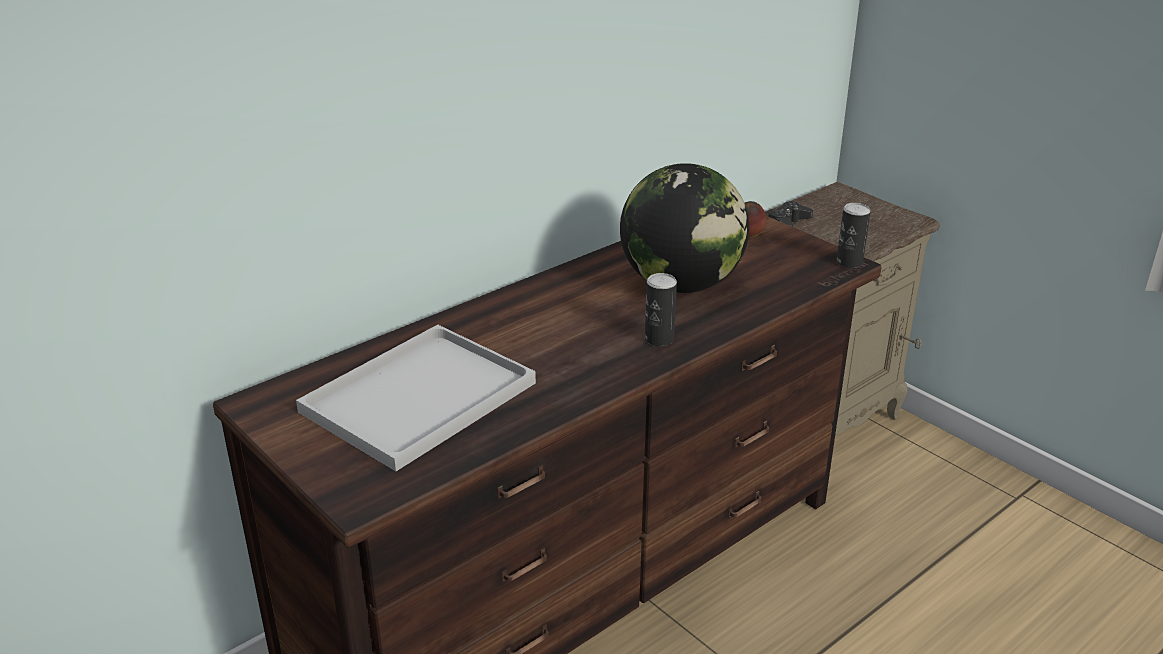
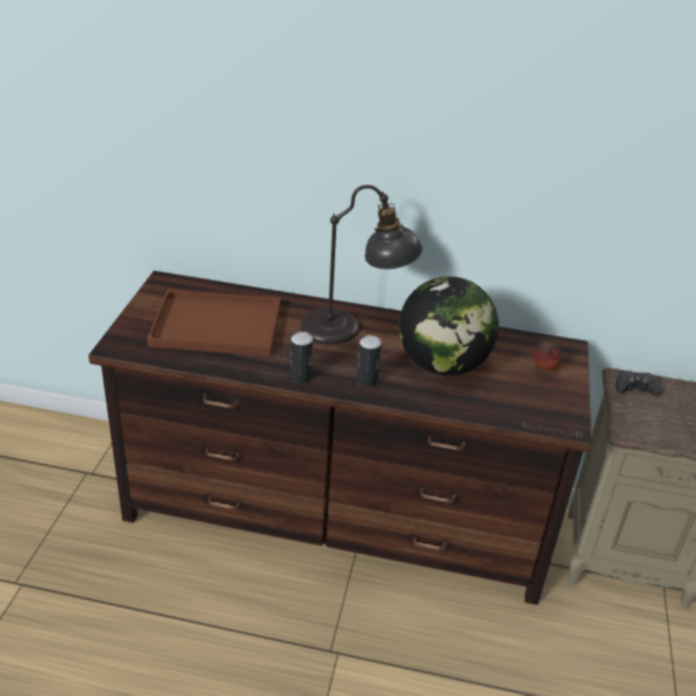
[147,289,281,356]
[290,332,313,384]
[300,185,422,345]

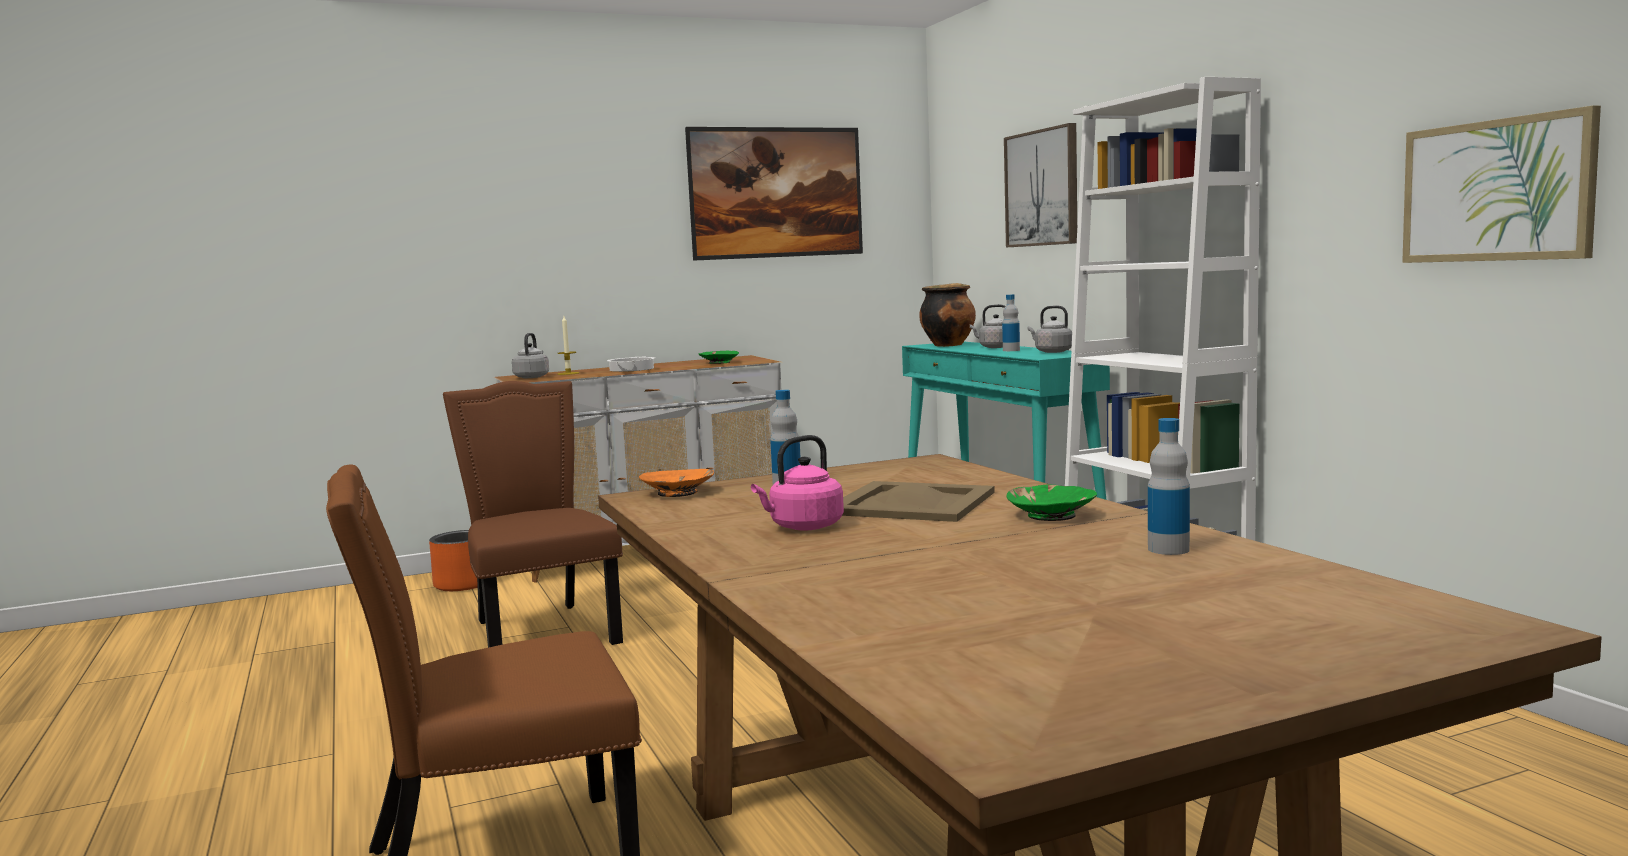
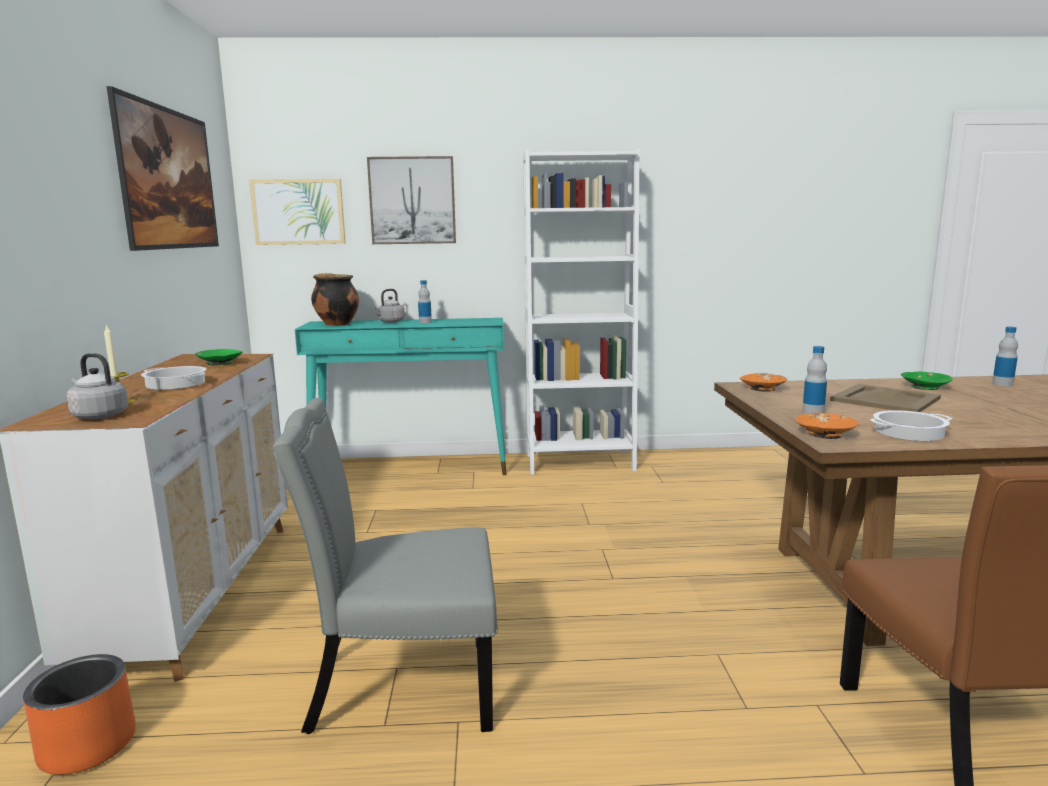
[273,398,498,734]
[751,435,844,530] (first image)
[1028,305,1072,353] (first image)
[249,179,346,245]
[740,373,787,392]
[870,410,952,441]

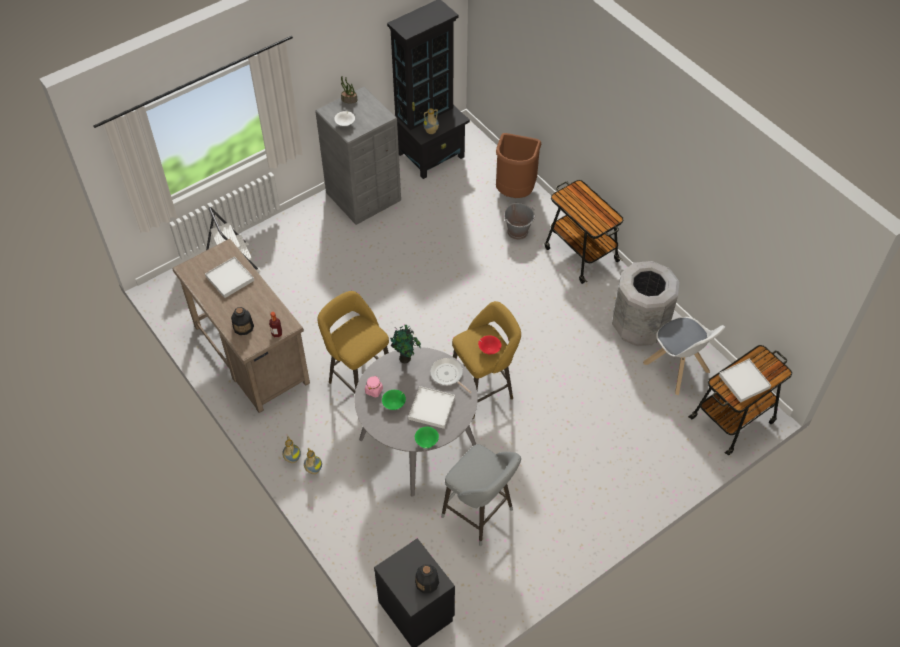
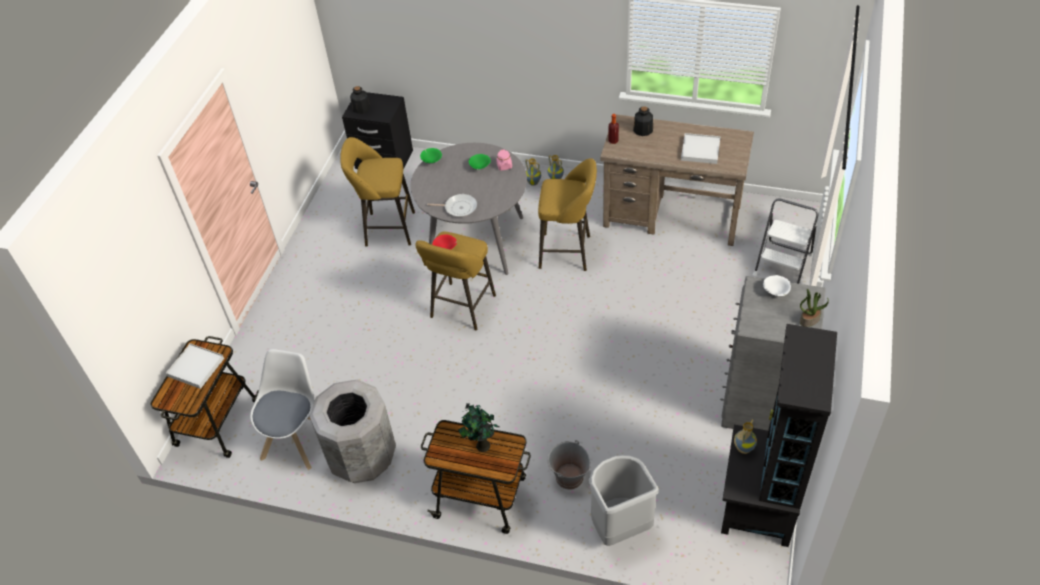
[458,403,499,452]
[408,386,455,429] (first image)
[340,137,415,247]
[589,455,659,546]
[250,349,314,470]

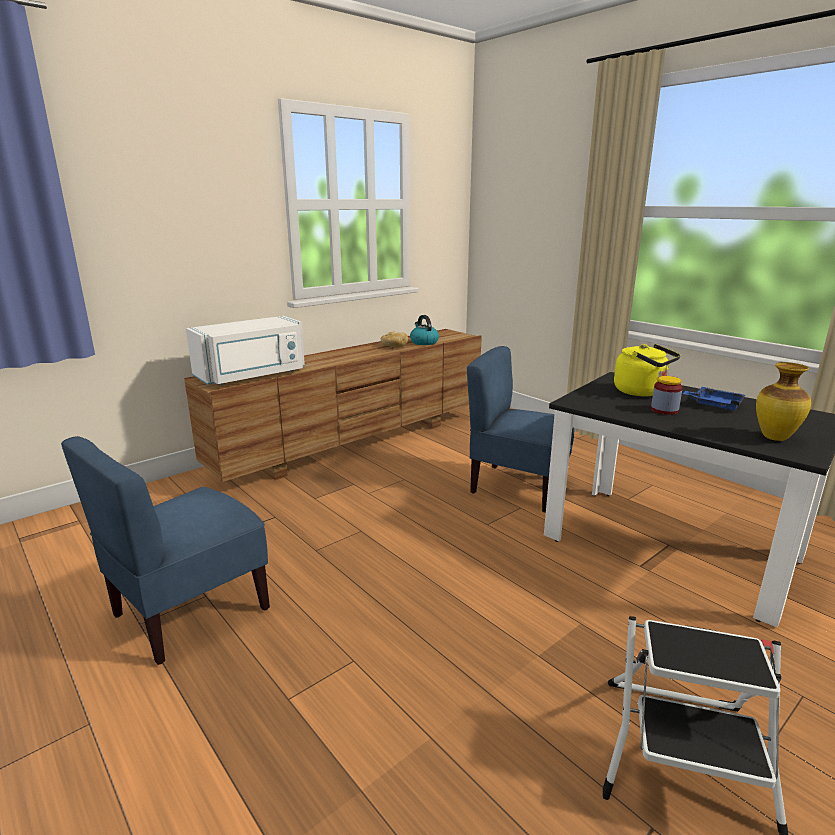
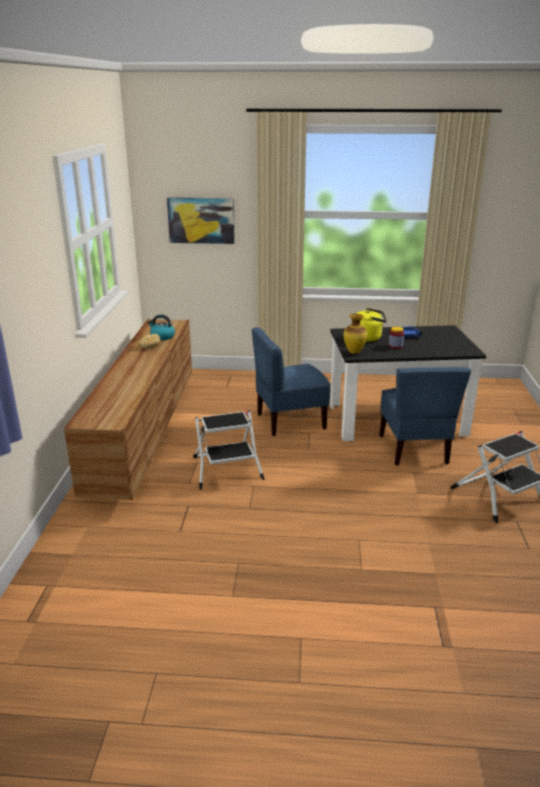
[379,367,471,466]
[186,316,305,385] (first image)
[344,314,367,354]
[167,197,235,244]
[193,410,265,490]

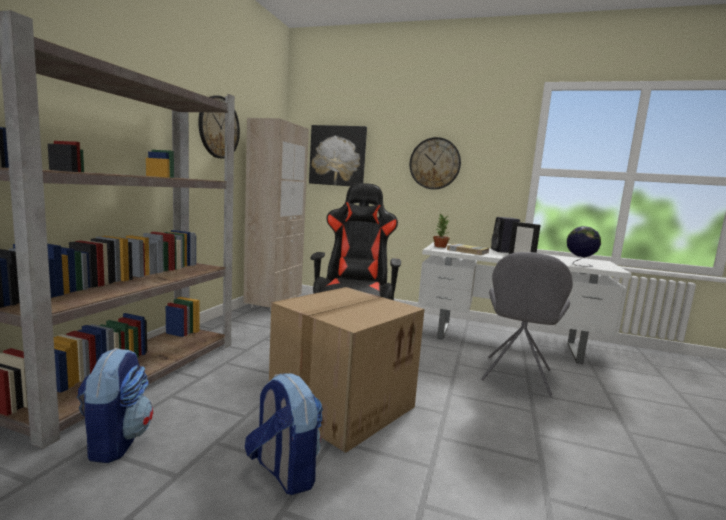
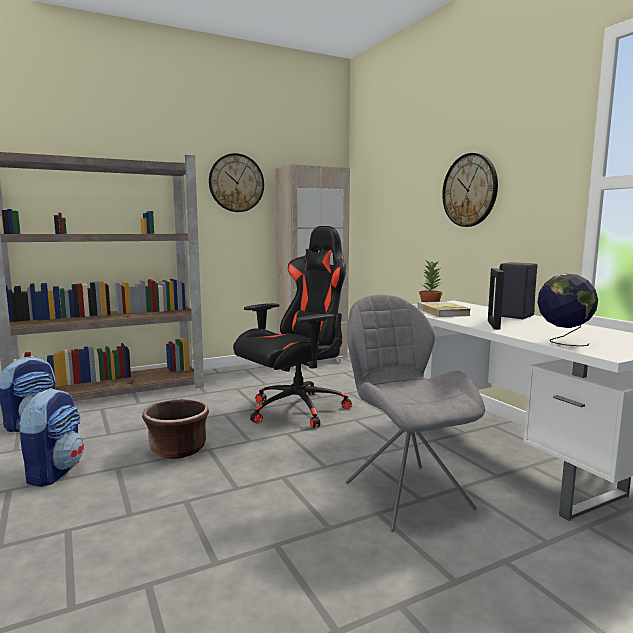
[142,400,209,459]
[309,125,367,186] (first image)
[346,295,485,532]

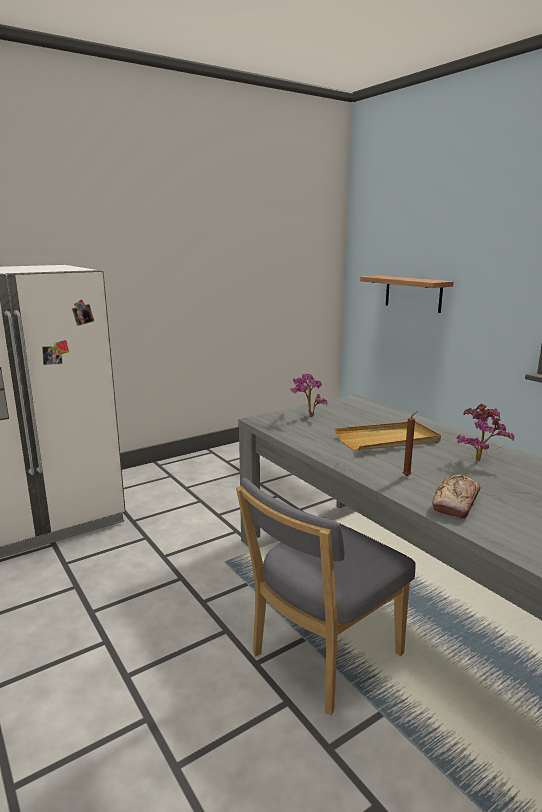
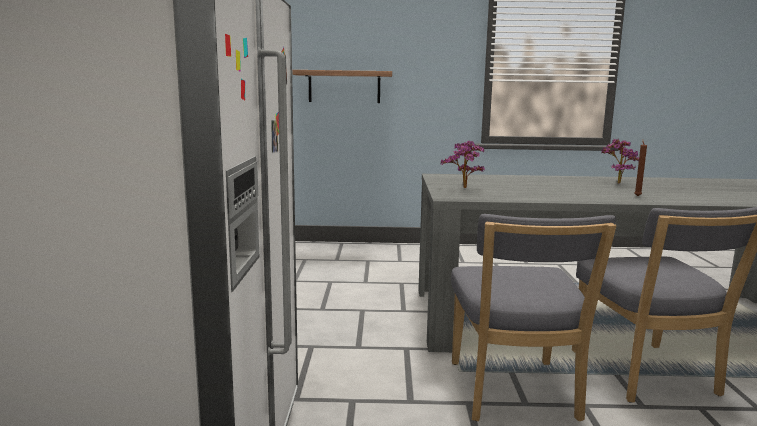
[335,421,441,451] (first image)
[432,475,481,518] (first image)
[451,214,616,421]

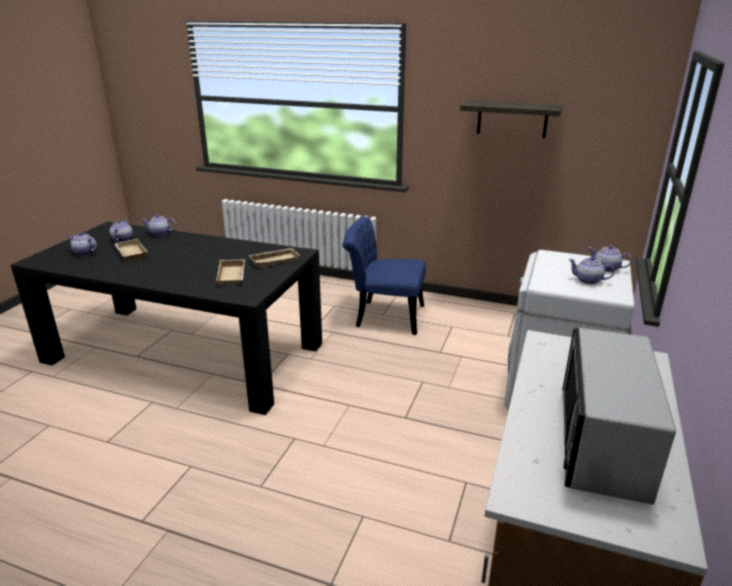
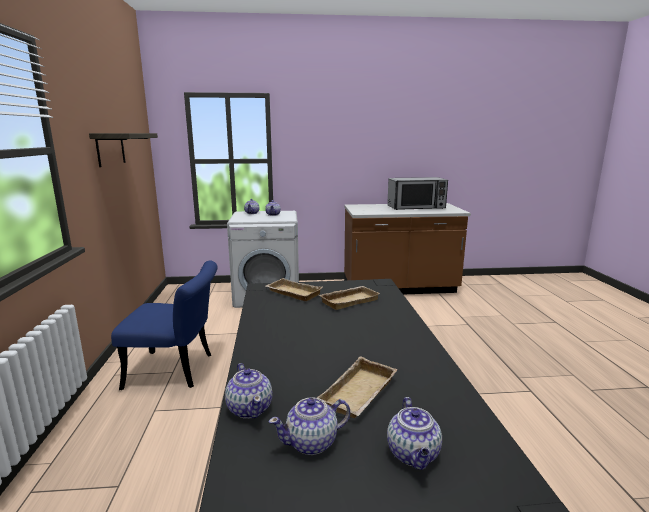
[111,260,218,390]

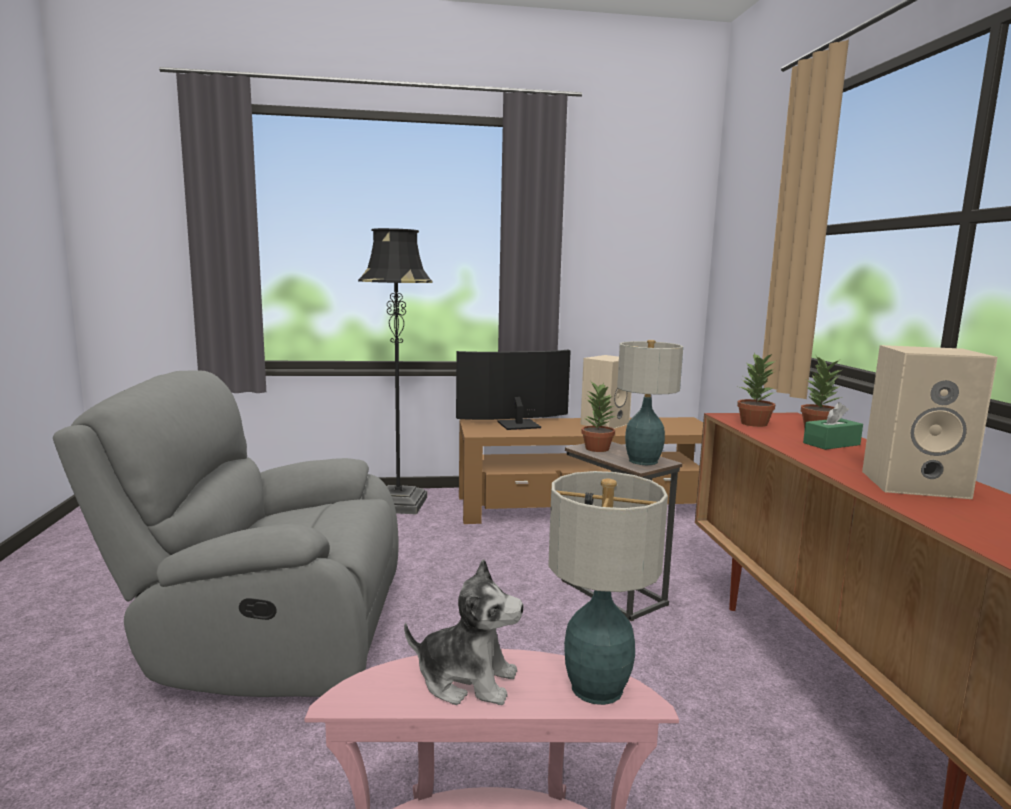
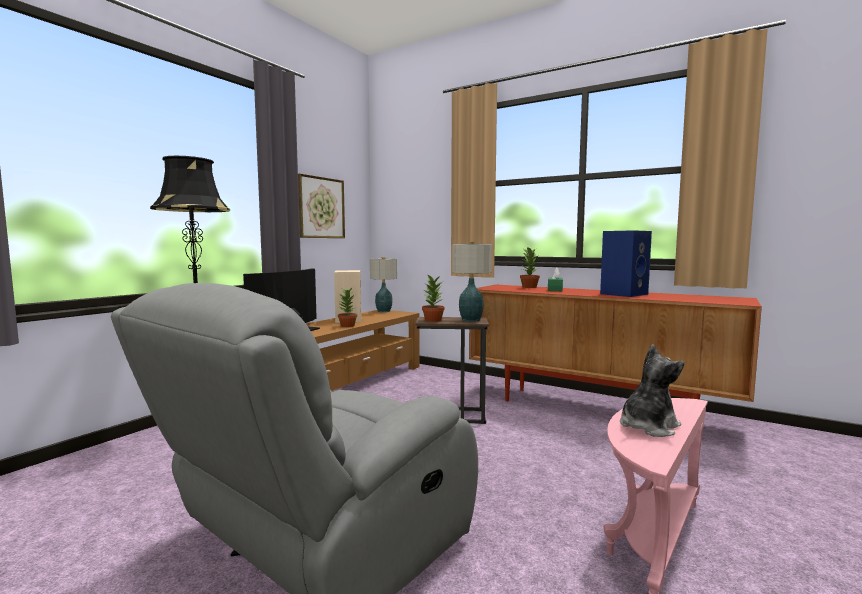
[370,257,397,312]
[338,288,357,327]
[600,230,652,297]
[298,174,345,238]

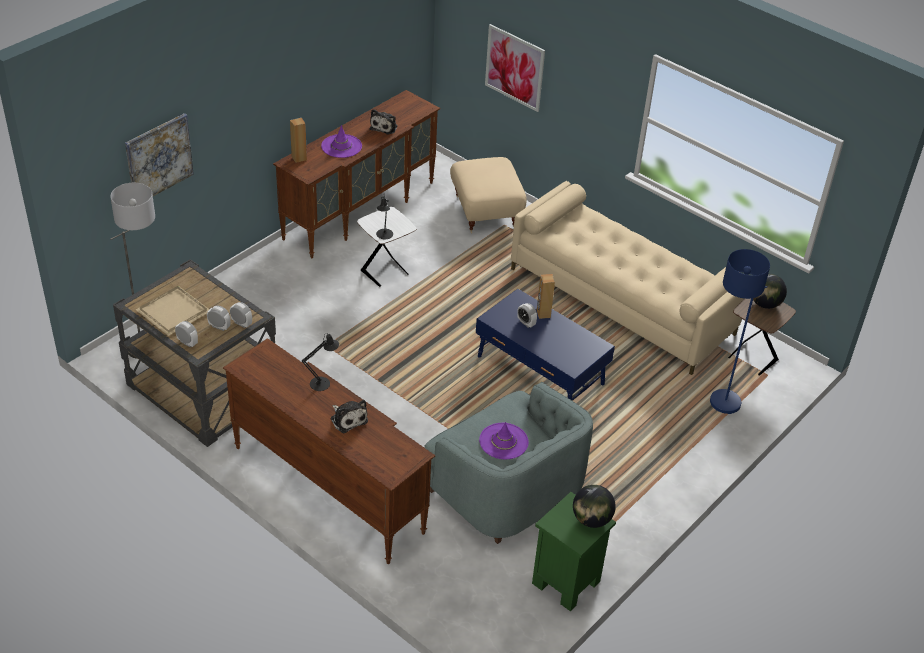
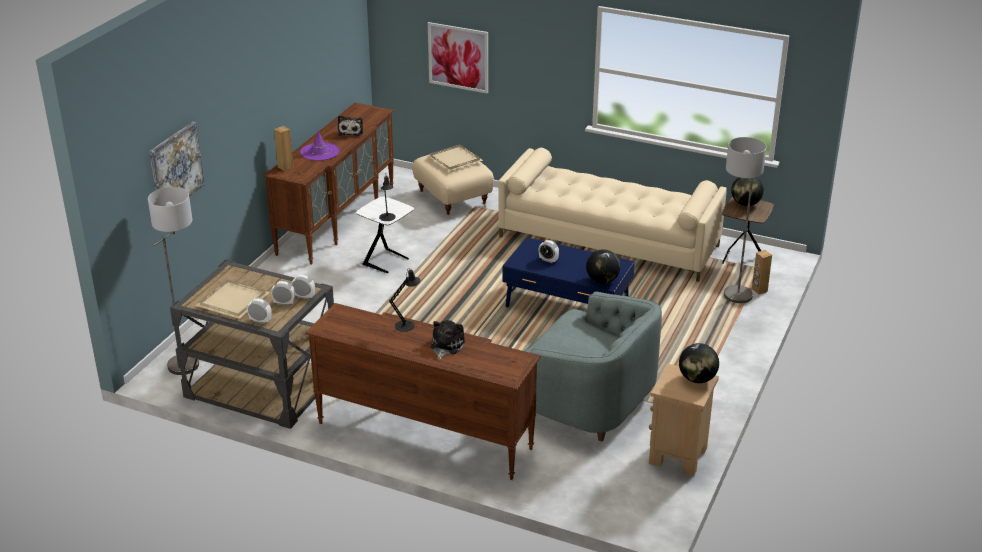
[430,320,465,360]
[479,422,529,459] (first image)
[649,363,719,476]
[752,250,772,294]
[724,137,766,303]
[427,144,483,171]
[586,249,620,284]

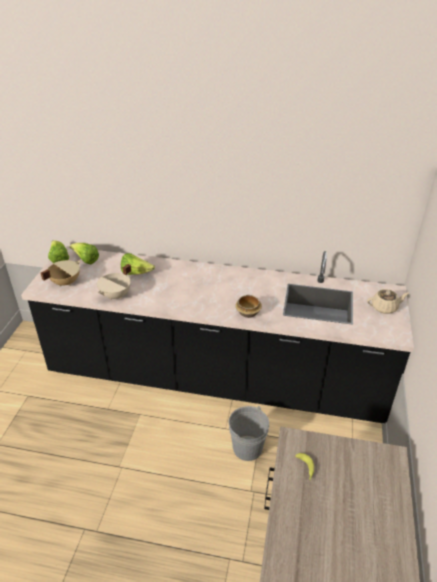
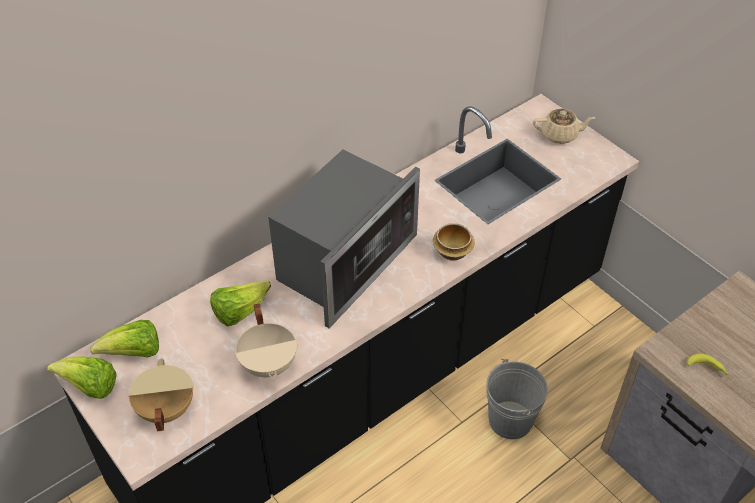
[533,108,595,144]
[268,150,420,329]

